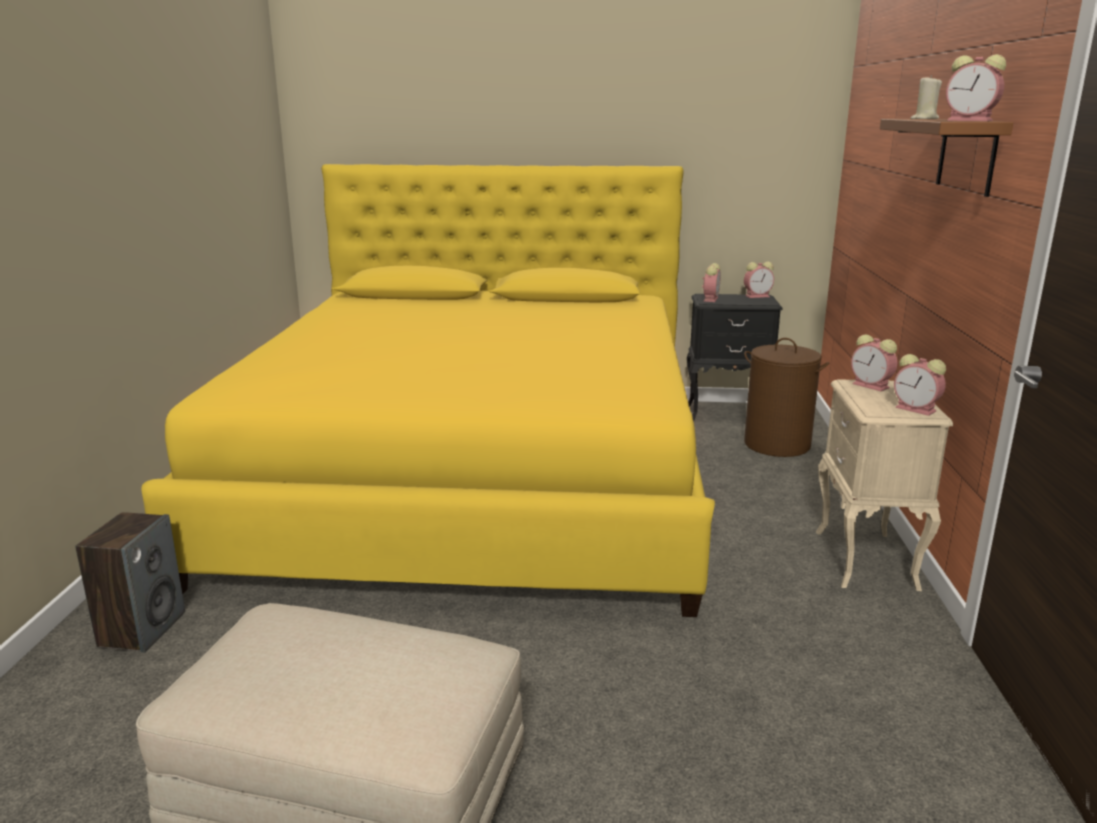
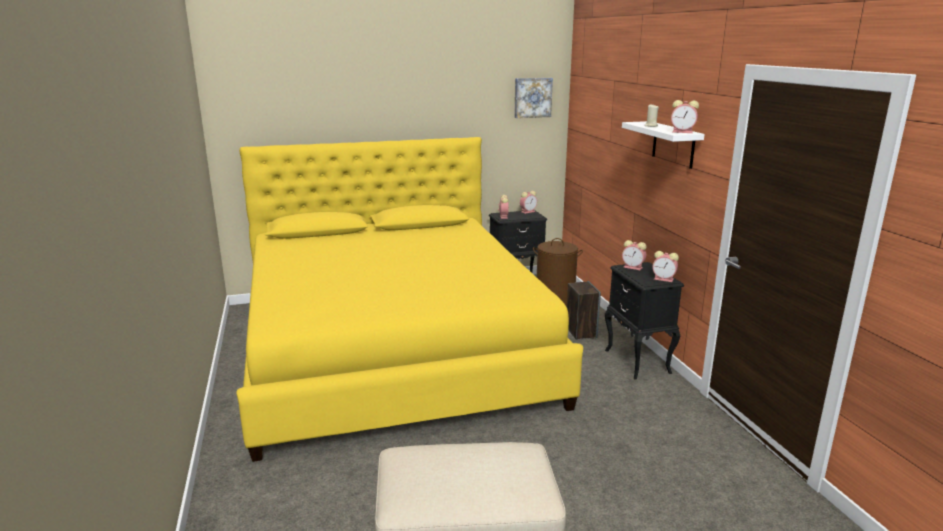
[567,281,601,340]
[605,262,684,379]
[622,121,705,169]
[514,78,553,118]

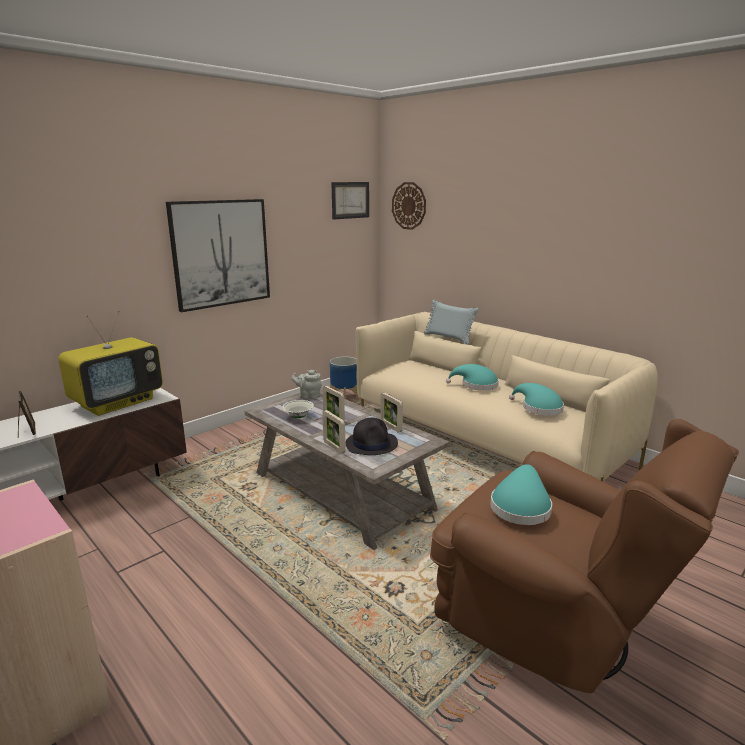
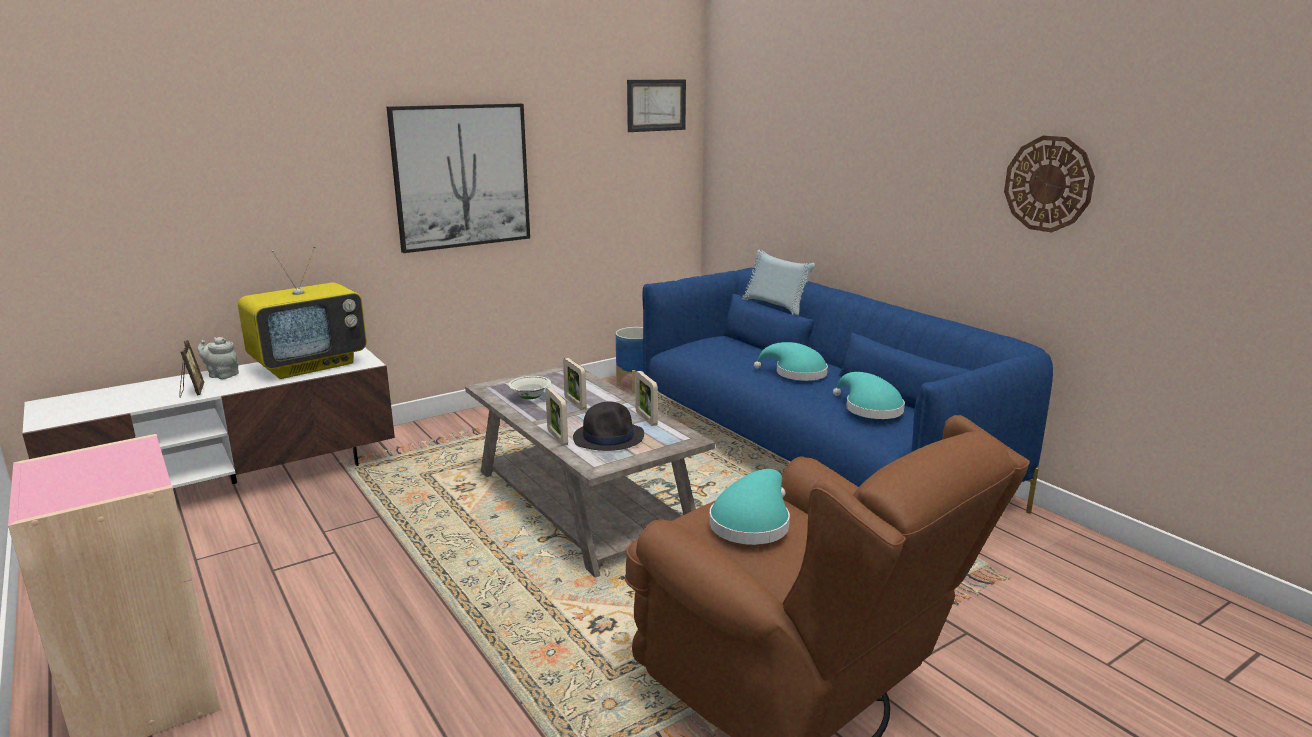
[197,337,239,379]
[643,268,1053,513]
[1004,136,1095,233]

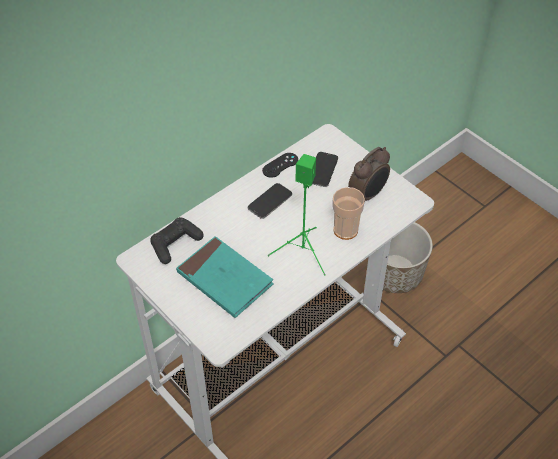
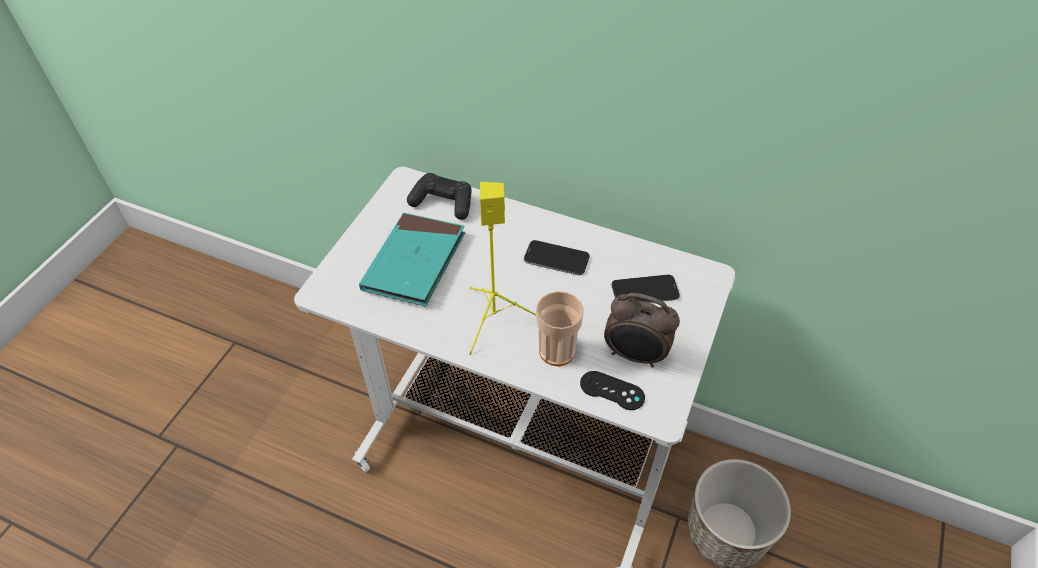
[580,371,645,410]
[469,182,536,355]

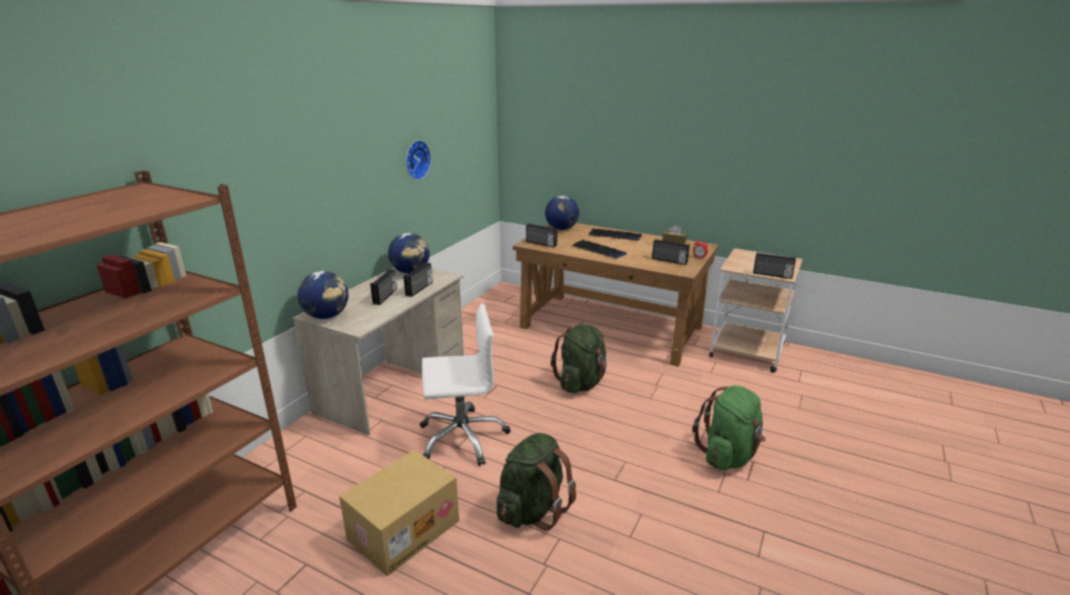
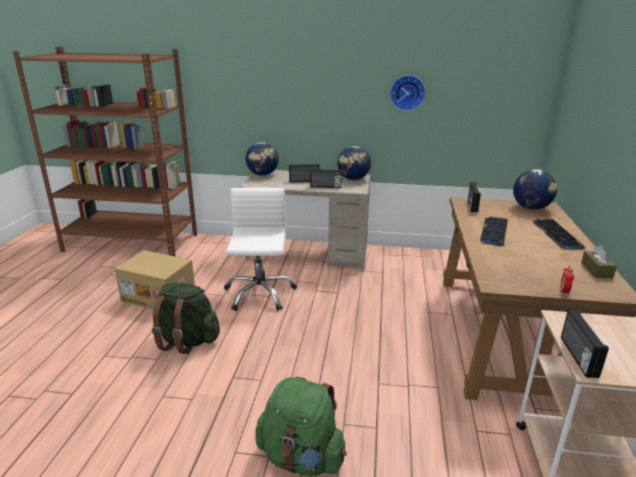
[224,188,297,311]
[551,324,607,393] (first image)
[652,239,690,265] (first image)

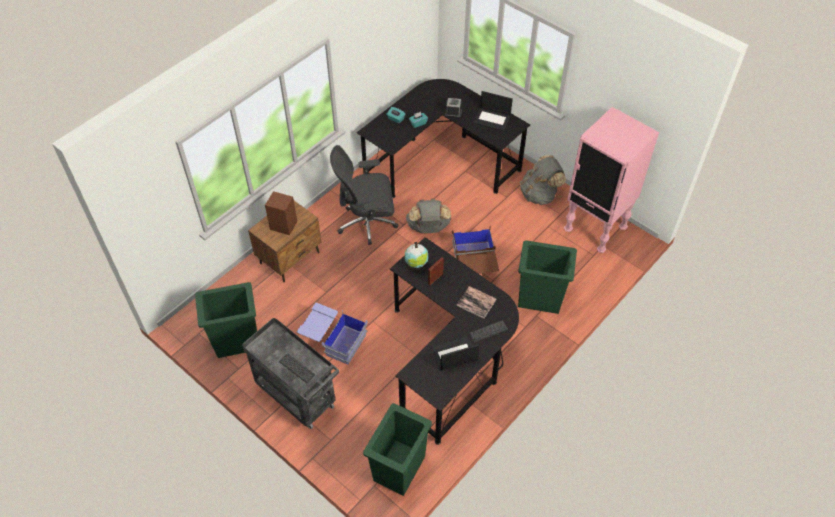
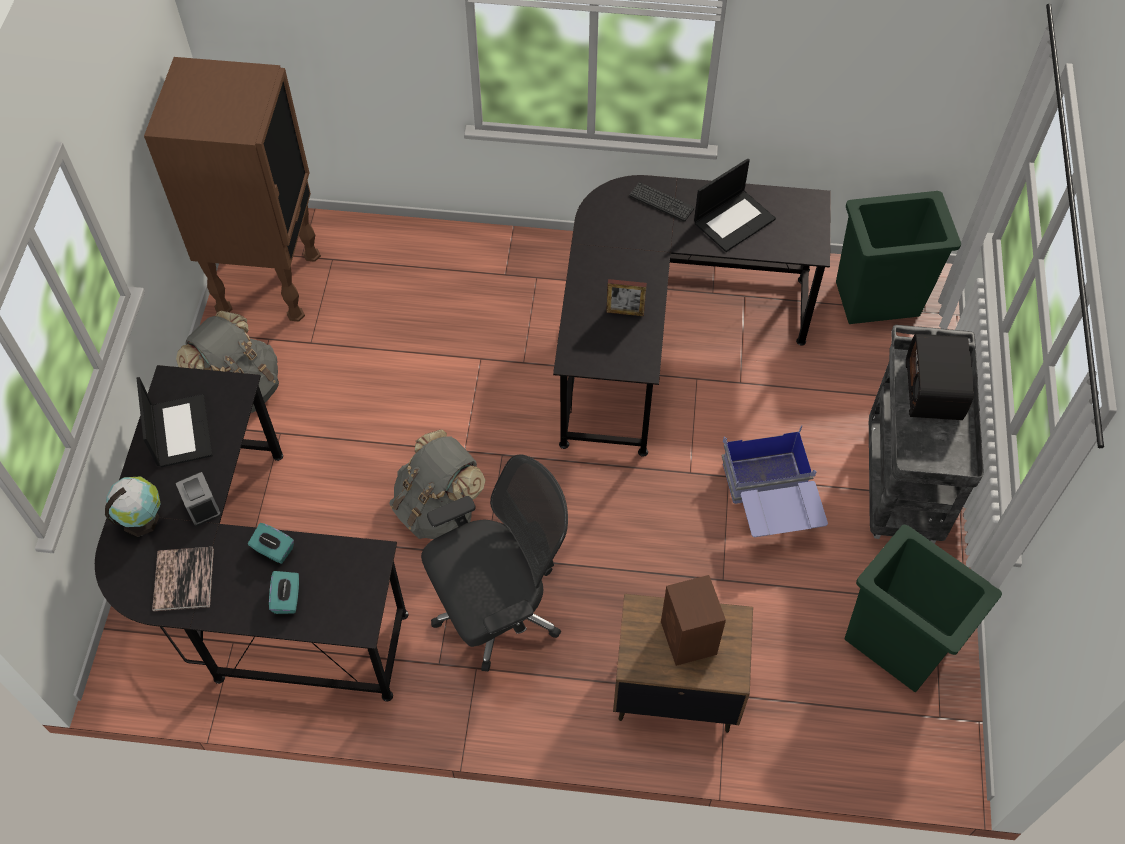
[906,334,974,420]
[421,454,568,671]
[105,476,161,537]
[694,158,776,252]
[452,226,499,274] (first image)
[152,547,214,611]
[518,240,577,314] (first image)
[144,57,321,322]

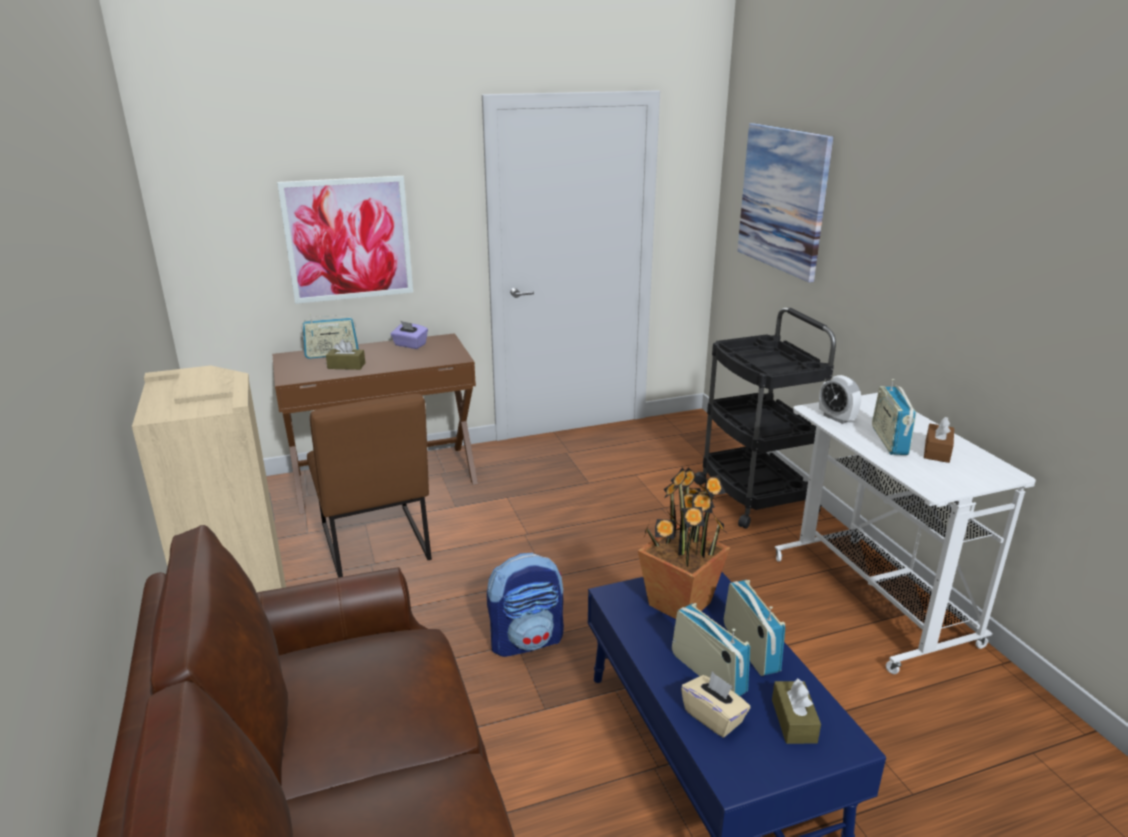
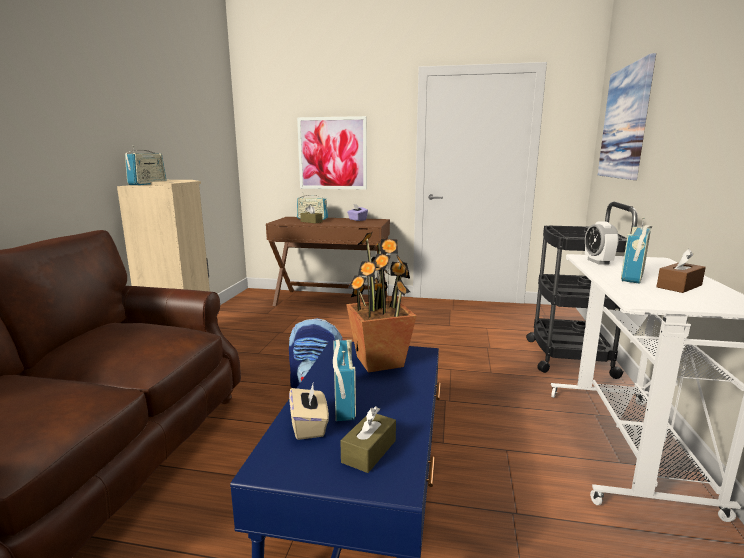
[307,394,432,578] (first image)
[125,146,166,185]

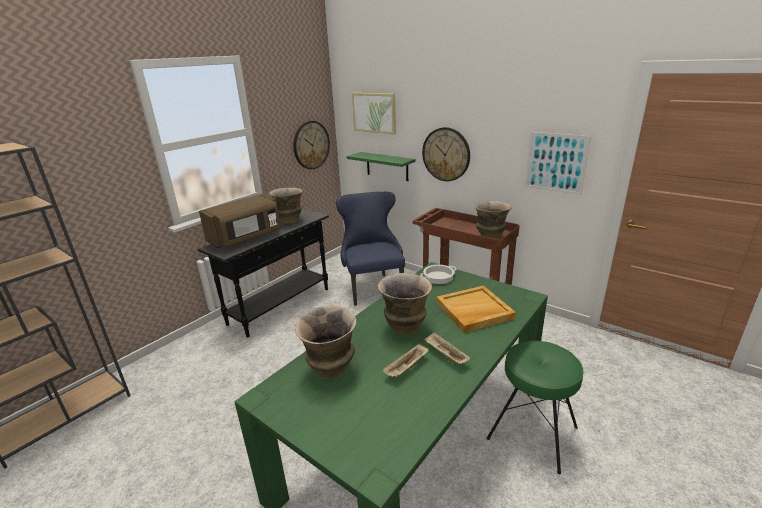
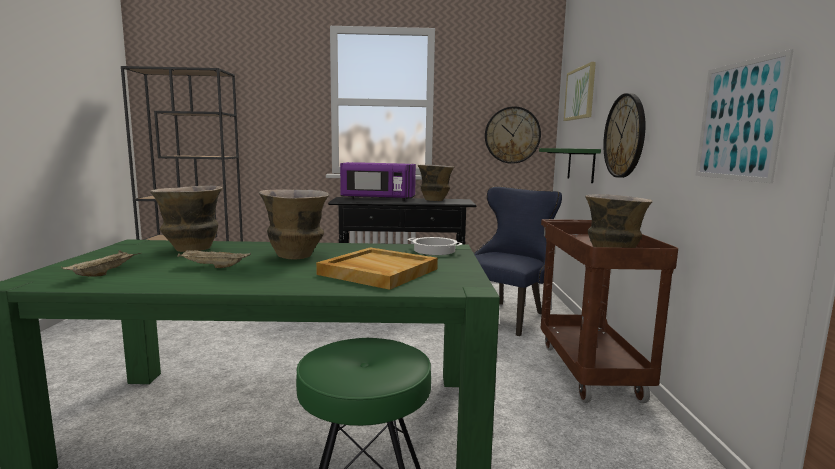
[340,162,416,201]
[61,250,141,277]

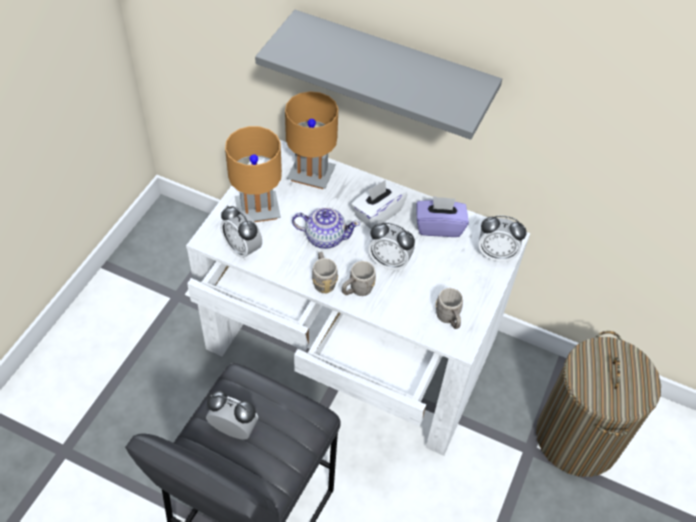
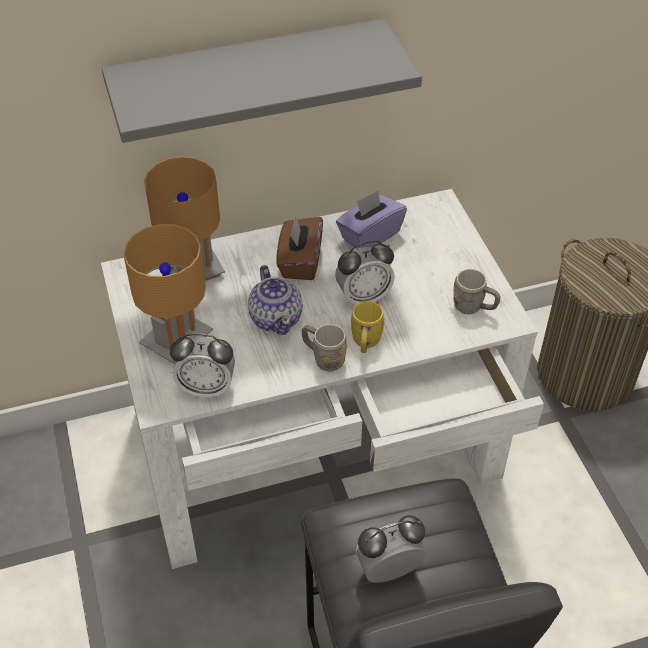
[248,265,303,335]
[351,301,385,353]
[276,215,323,280]
[478,215,527,263] (first image)

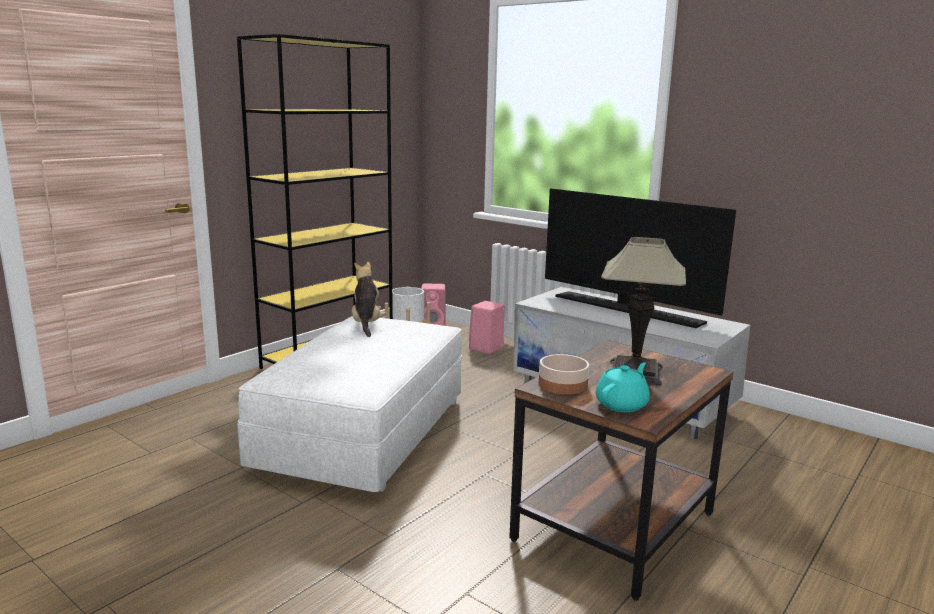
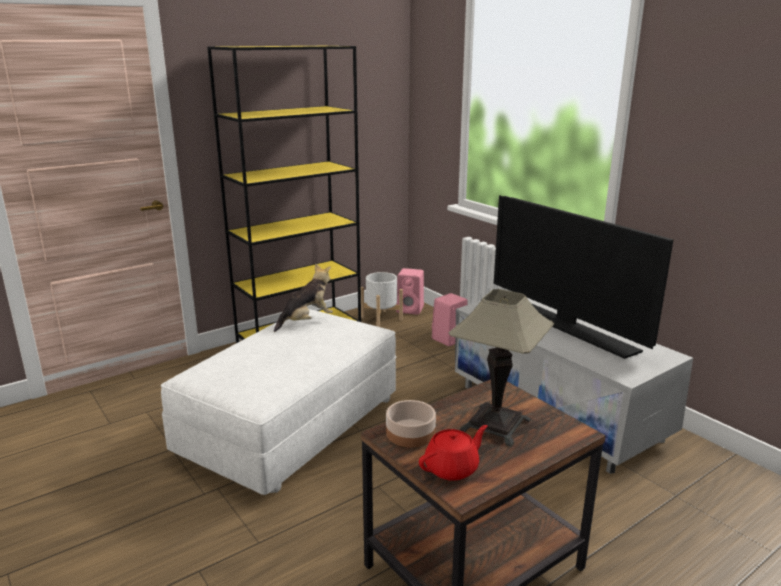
[274,264,333,332]
[419,425,487,481]

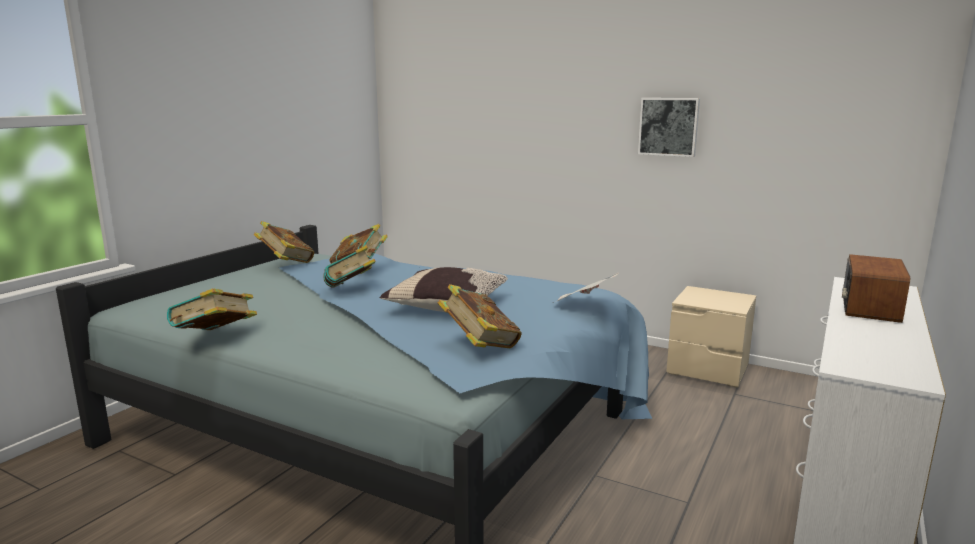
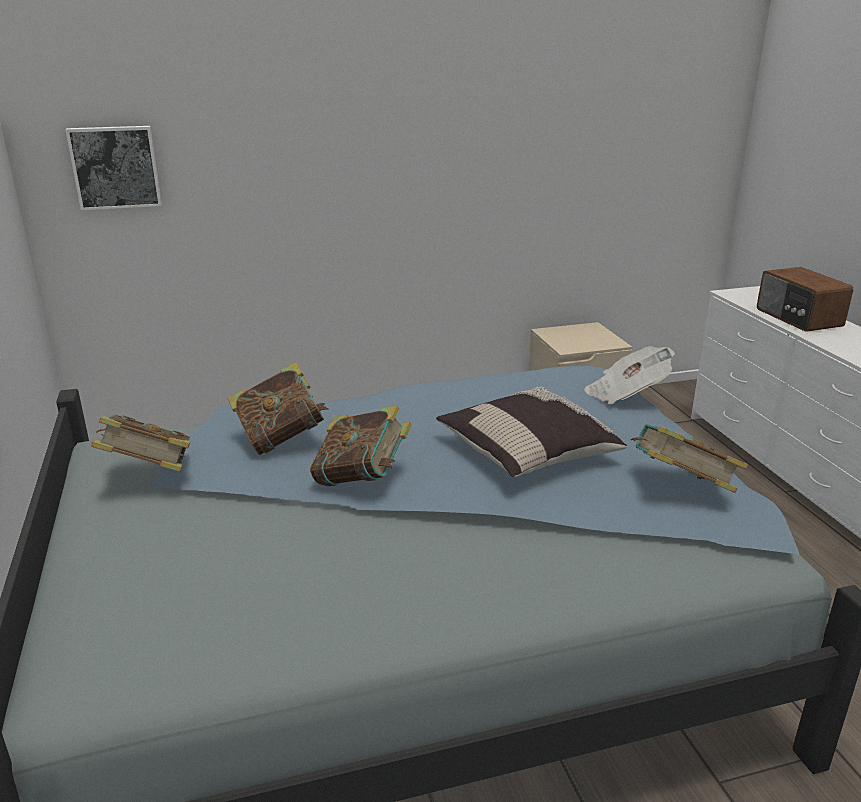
[167,288,257,330] (first image)
[65,126,162,211]

